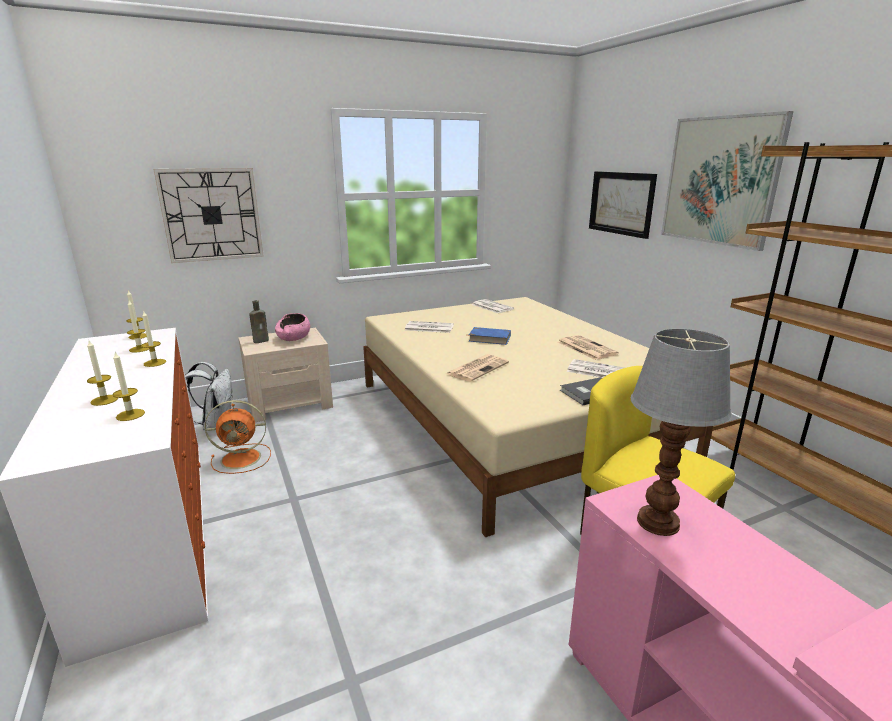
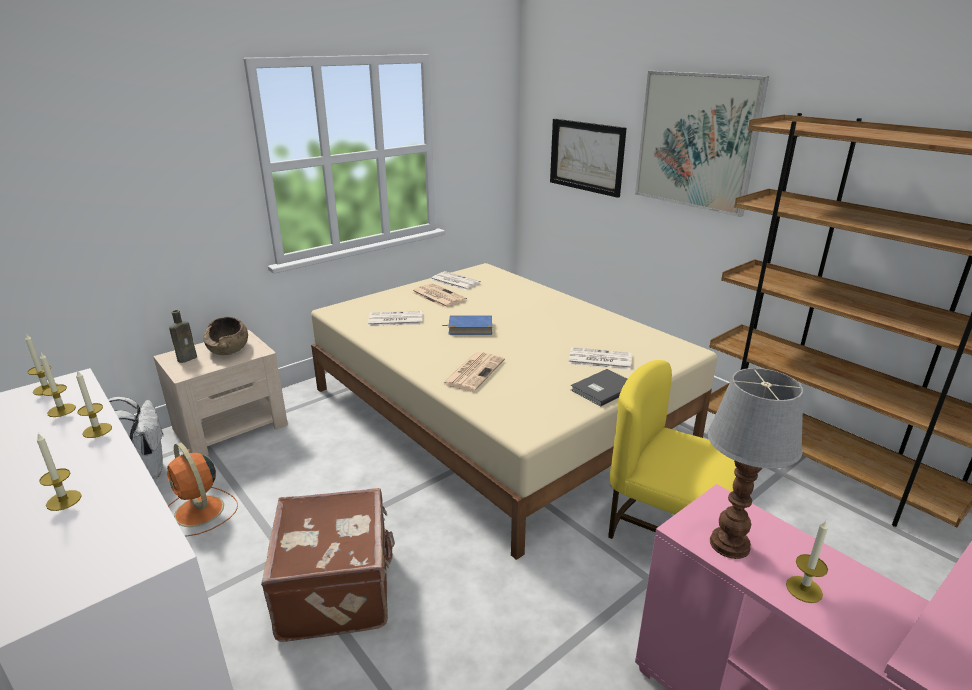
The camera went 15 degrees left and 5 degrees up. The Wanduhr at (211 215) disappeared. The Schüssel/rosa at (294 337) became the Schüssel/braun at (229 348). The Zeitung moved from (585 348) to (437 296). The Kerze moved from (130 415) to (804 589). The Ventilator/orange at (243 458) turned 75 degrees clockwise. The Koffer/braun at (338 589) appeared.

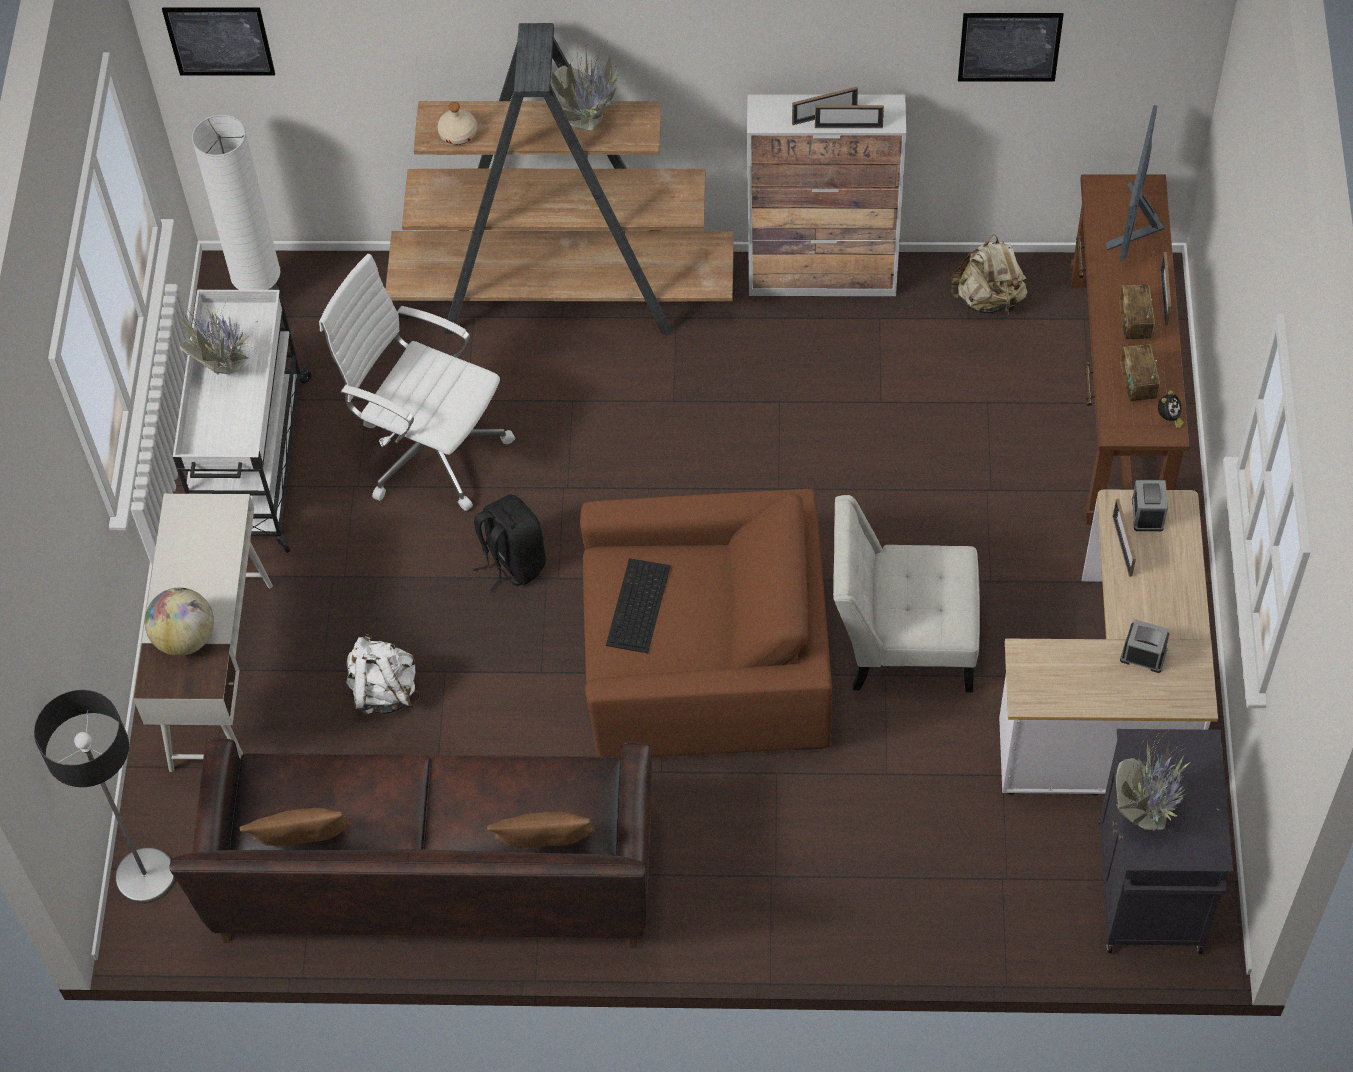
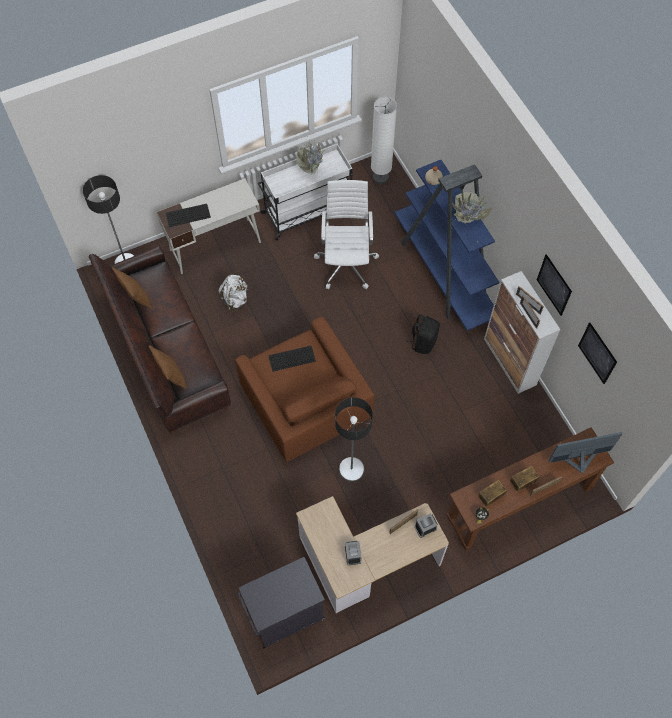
The camera went 60 degrees right and 5 degrees up. The Bild moved from (219 41) to (554 285). The Bücherregal/braun at (564 293) became the Bücherregal/blau at (444 274). The Rucksack/beige at (988 299) disappeared. The Rucksack/schwarz moved from (512 562) to (423 342). The Stuhl/weiß at (902 640) was replaced by the Stehlampe at (351 469). The Globus at (185 638) was replaced by the Tastatur at (188 215). The Topfpflanze at (1148 811) disappeared.

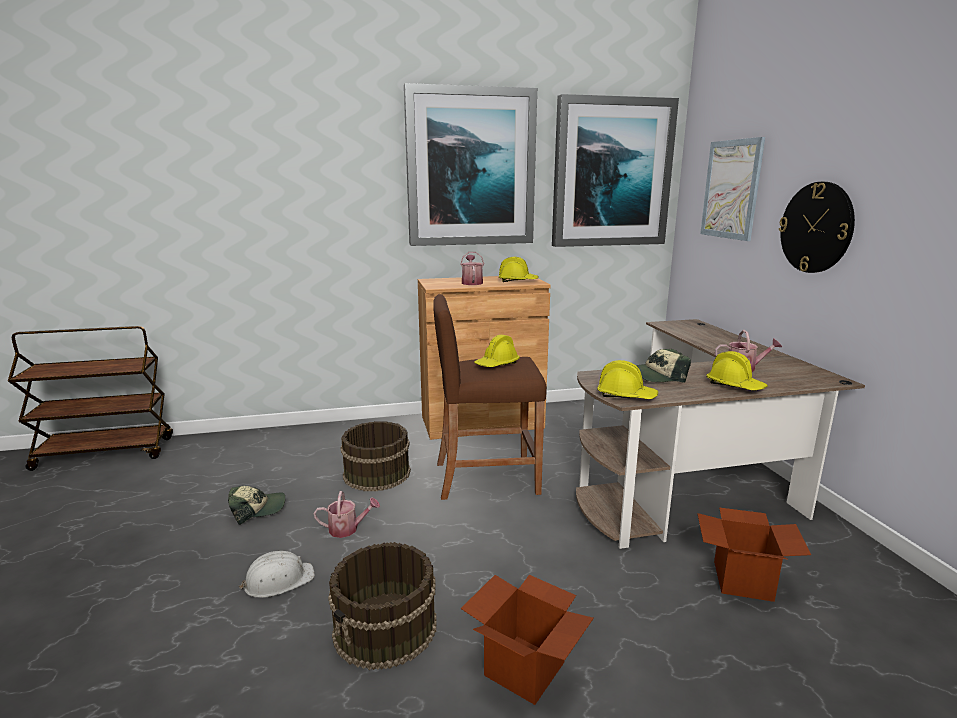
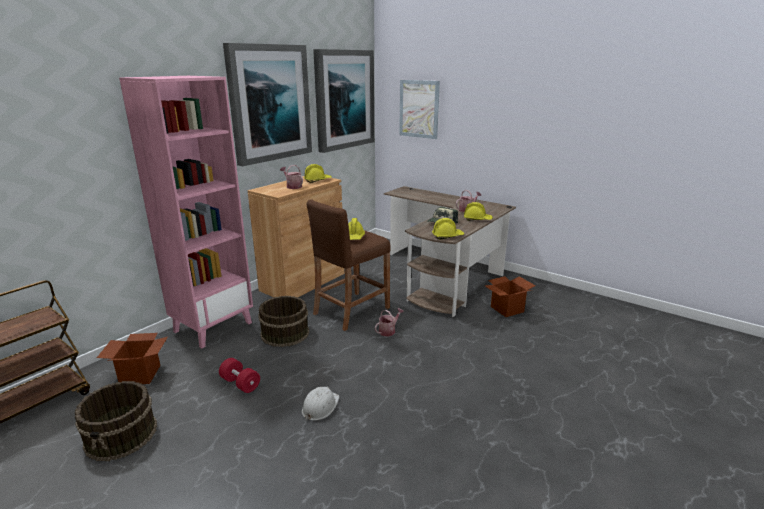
The camera went 40 degrees left and 5 degrees up. The Wanduhr at (816 227) disappeared. The Kappe at (257 509) was replaced by the Hantel/rot at (240 383). The Gießkanne moved from (348 529) to (388 330). The Eimer/braun moved from (386 628) to (122 435). The Karton moved from (524 669) to (140 375). The Bücherregal/rosa at (213 327) appeared.

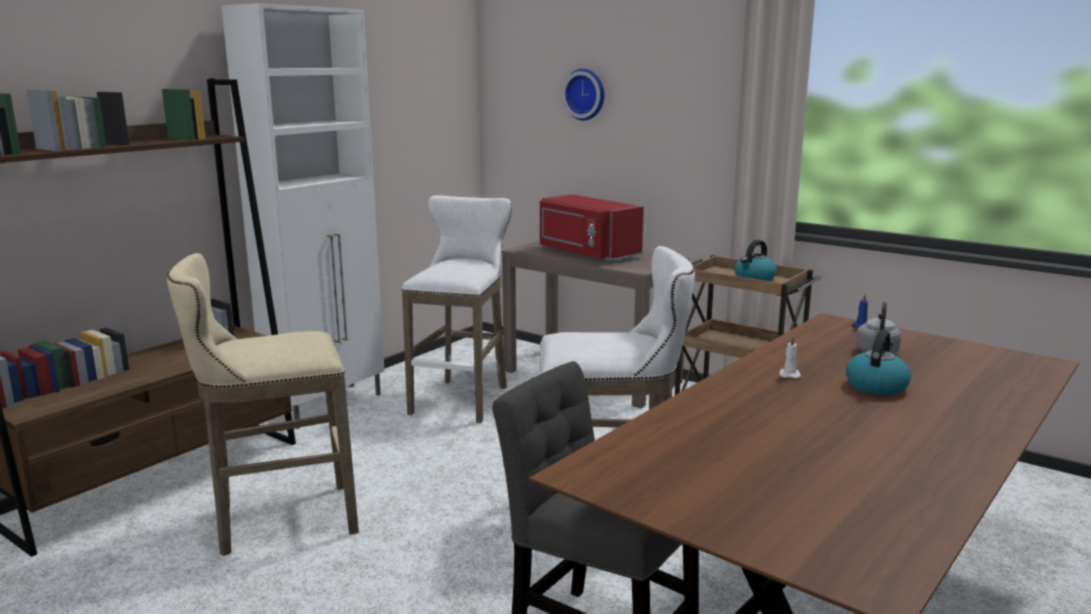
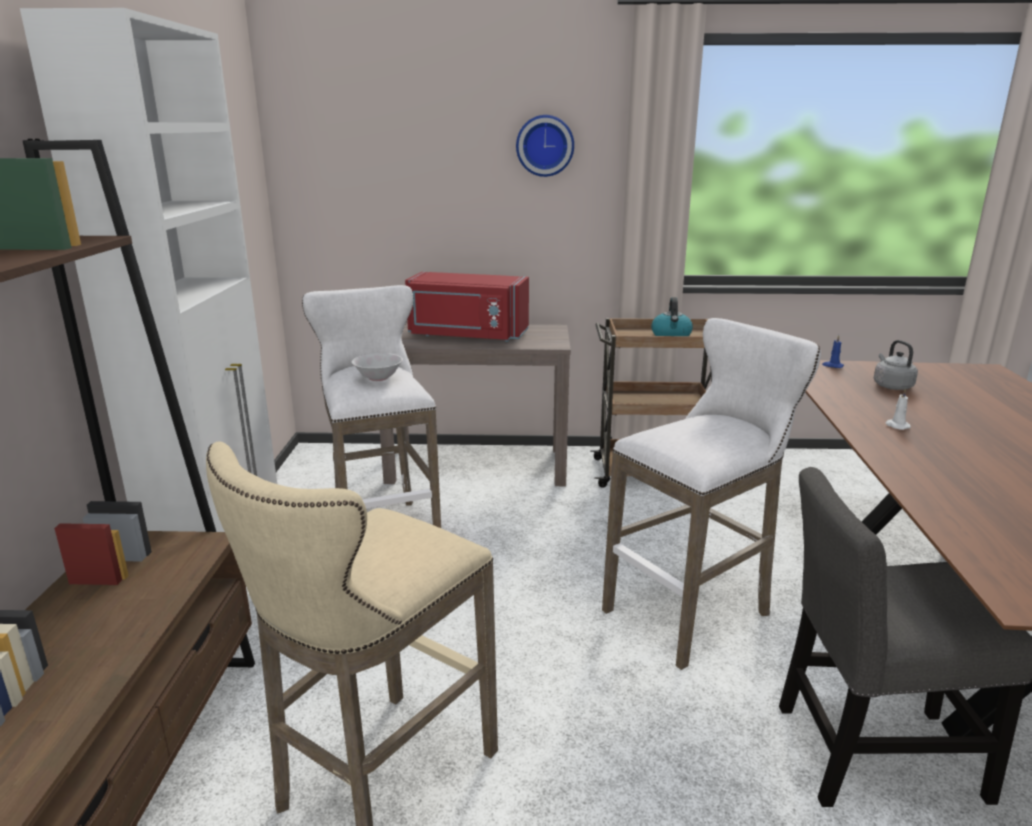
The camera went 35 degrees left and 5 degrees up. The Wanduhr moved from (585 94) to (545 146). The Wasserkessel at (876 386) disappeared. The Schüssel/weiß at (378 378) appeared.

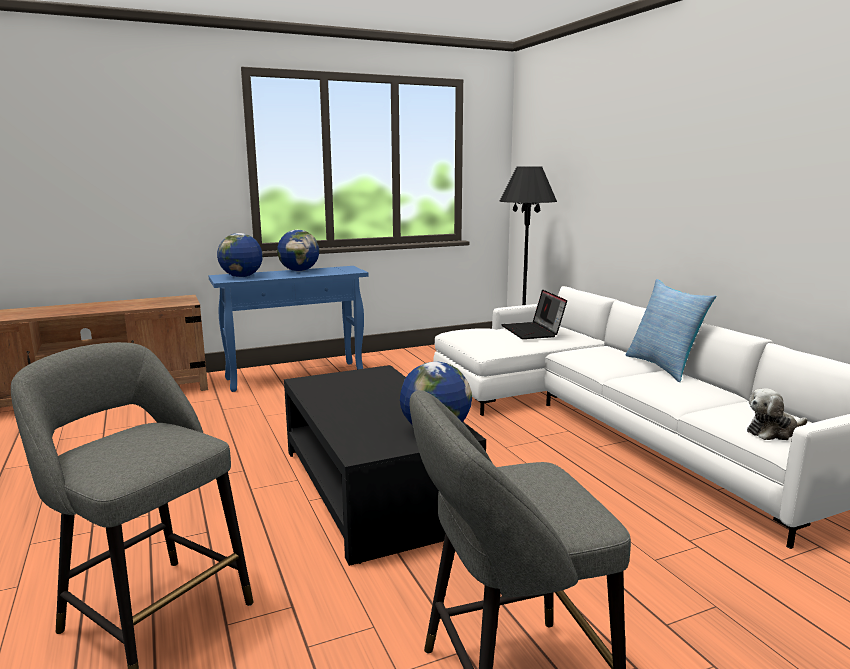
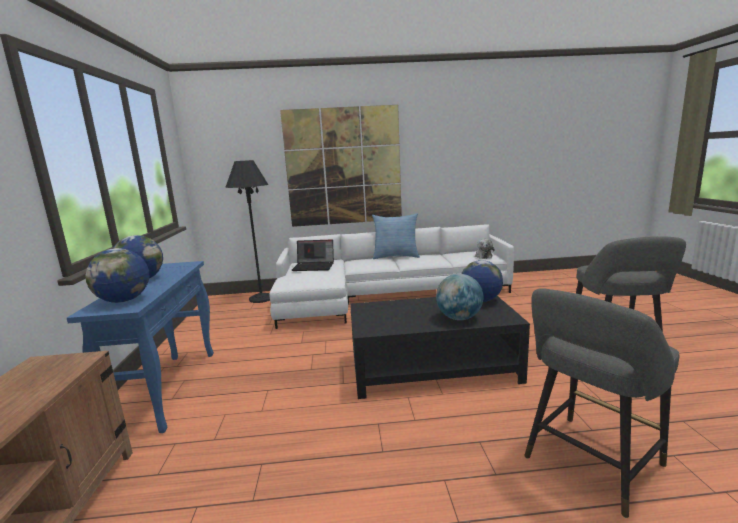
The camera went 70 degrees left and 0 degrees up. The Bild at (343 167) appeared. The Globus at (459 318) appeared.

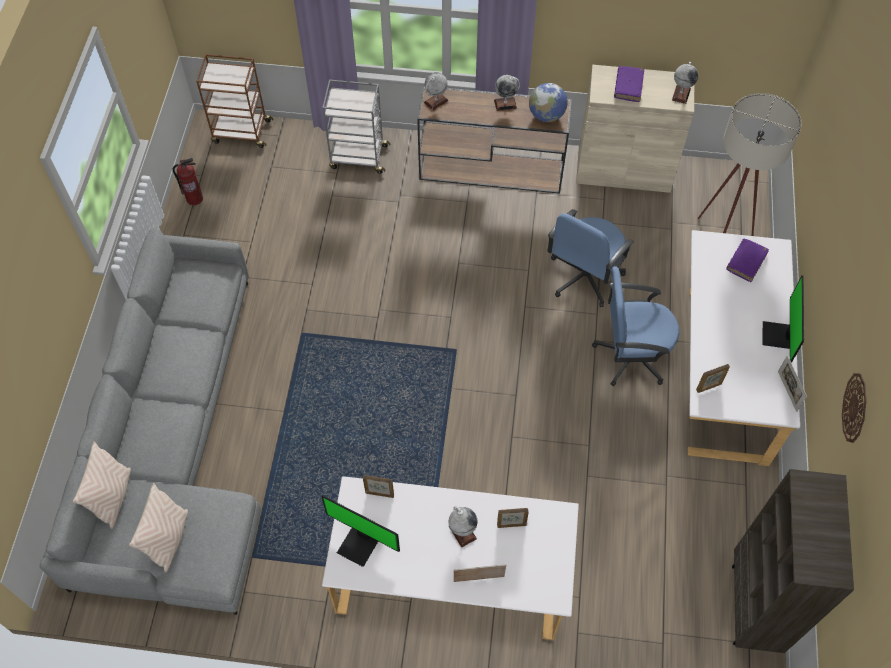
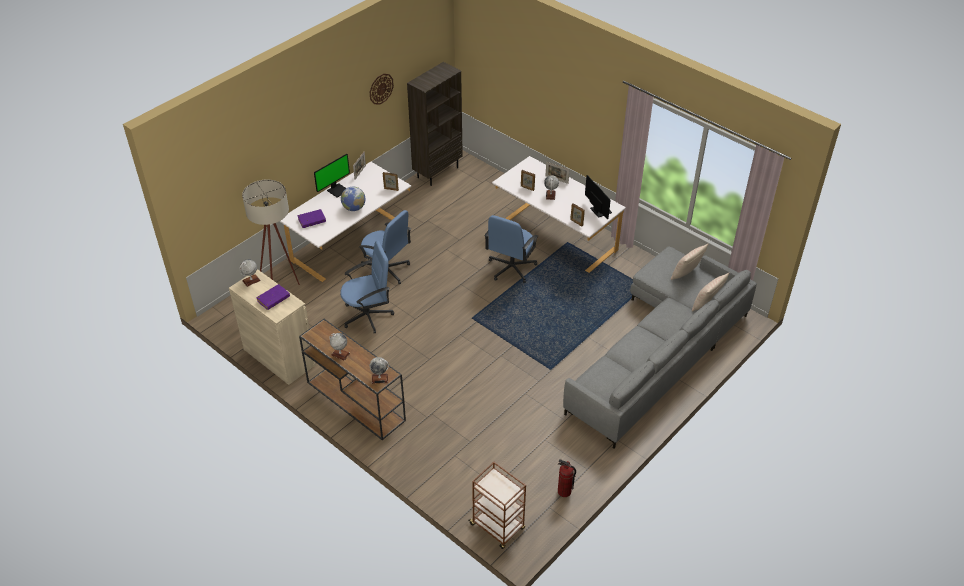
The camera went 145 degrees left and 15 degrees down. The Rollwagen/grau at (358 157) disappeared. The Globus moved from (546 115) to (354 208). The Bürostuhl/blau at (511 268) appeared.

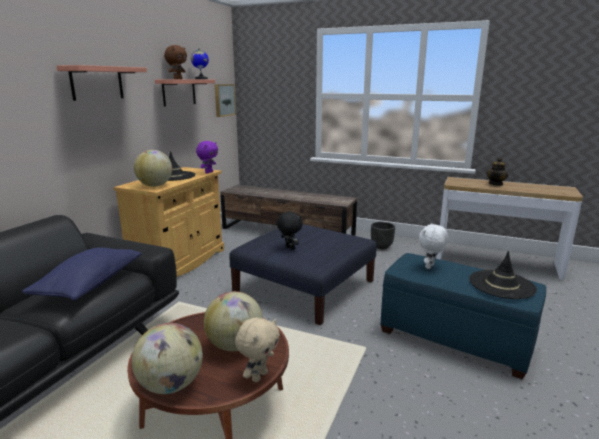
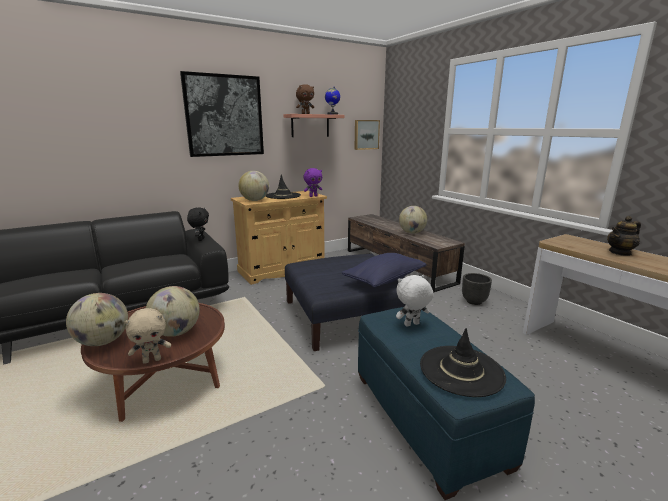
The camera went 35 degrees right and 0 degrees up. The Wandregal at (97 83) was replaced by the Bild at (224 116). The Plüschtier/schwarz moved from (289 248) to (200 239). The Kissen/blau moved from (90 285) to (384 280). The Globus at (412 233) appeared.

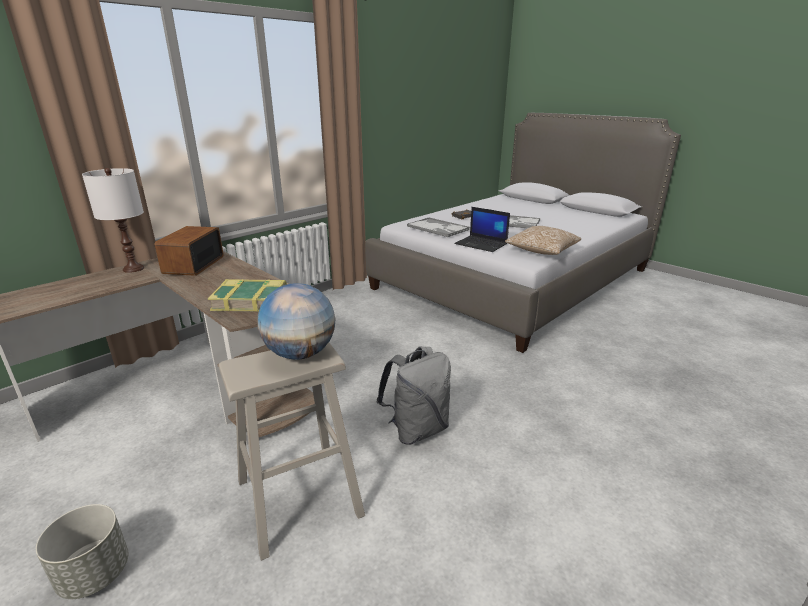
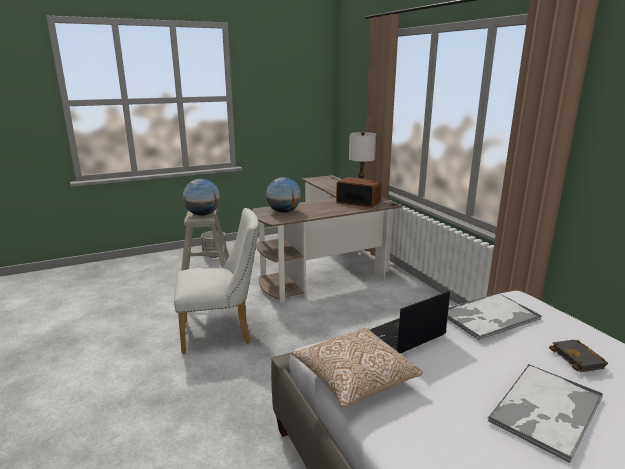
The camera went 110 degrees right and 5 degrees down. The Buch at (251 301) was replaced by the Globus at (283 212). The Rucksack/grau at (417 429) was replaced by the Stuhl/weiß at (222 332).

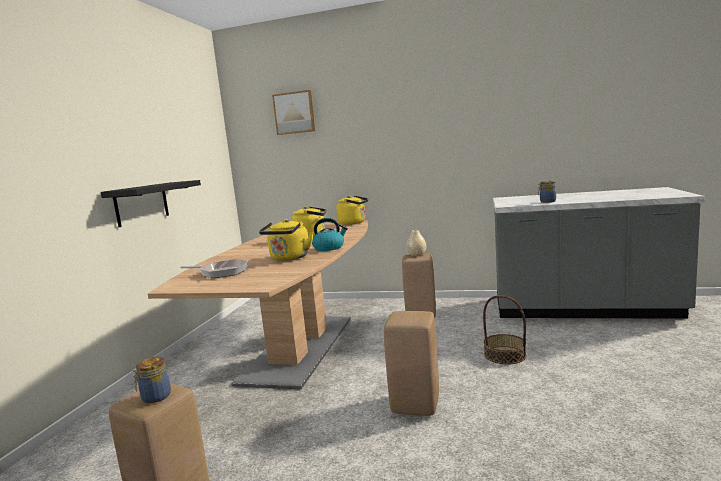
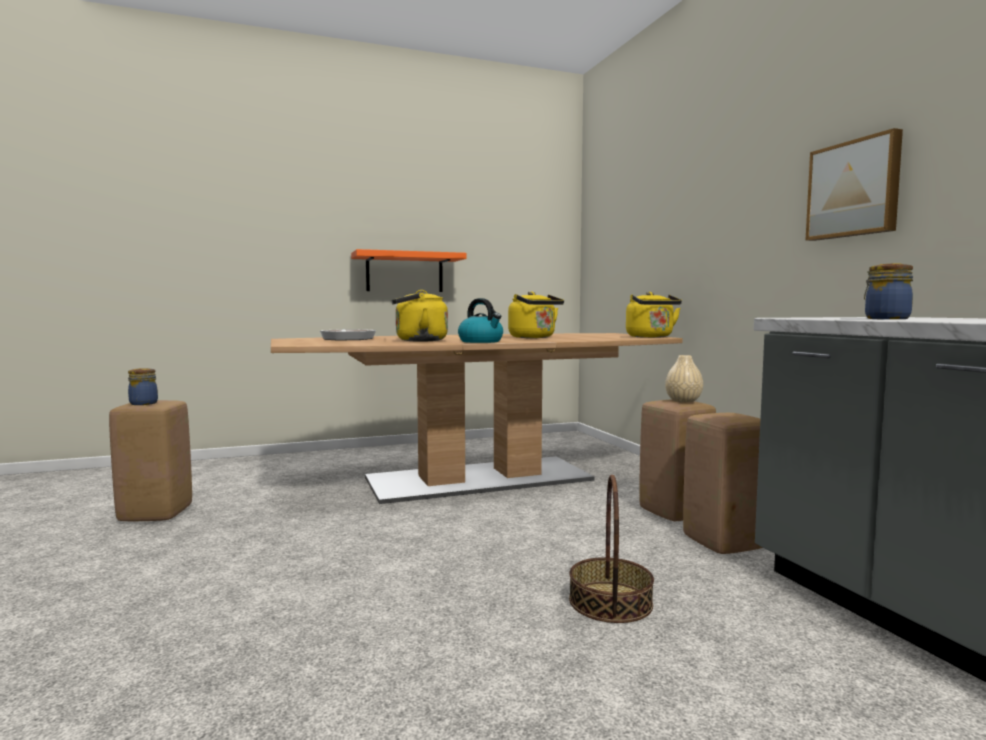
The camera went 55 degrees right and 5 degrees down. The Bild moved from (294 113) to (854 189). The Wandregal/schwarz at (142 203) became the Wandregal/orange at (404 273). The Hocker/beige moved from (416 405) to (724 543).

